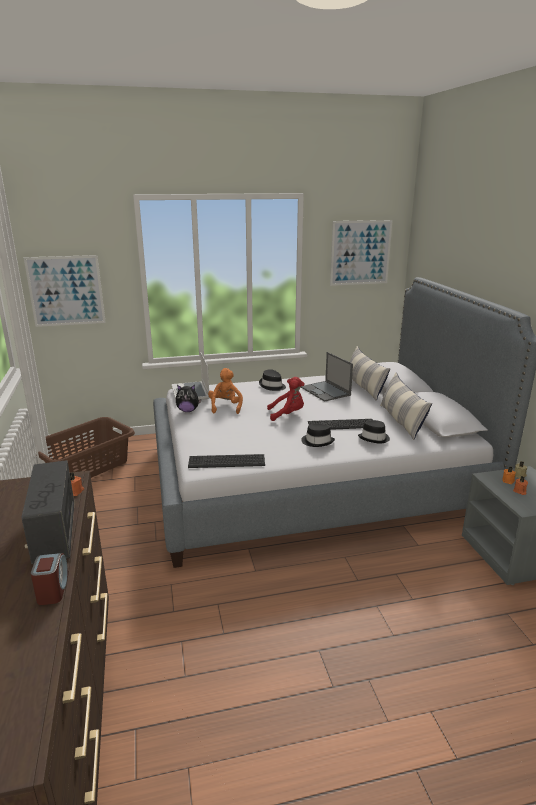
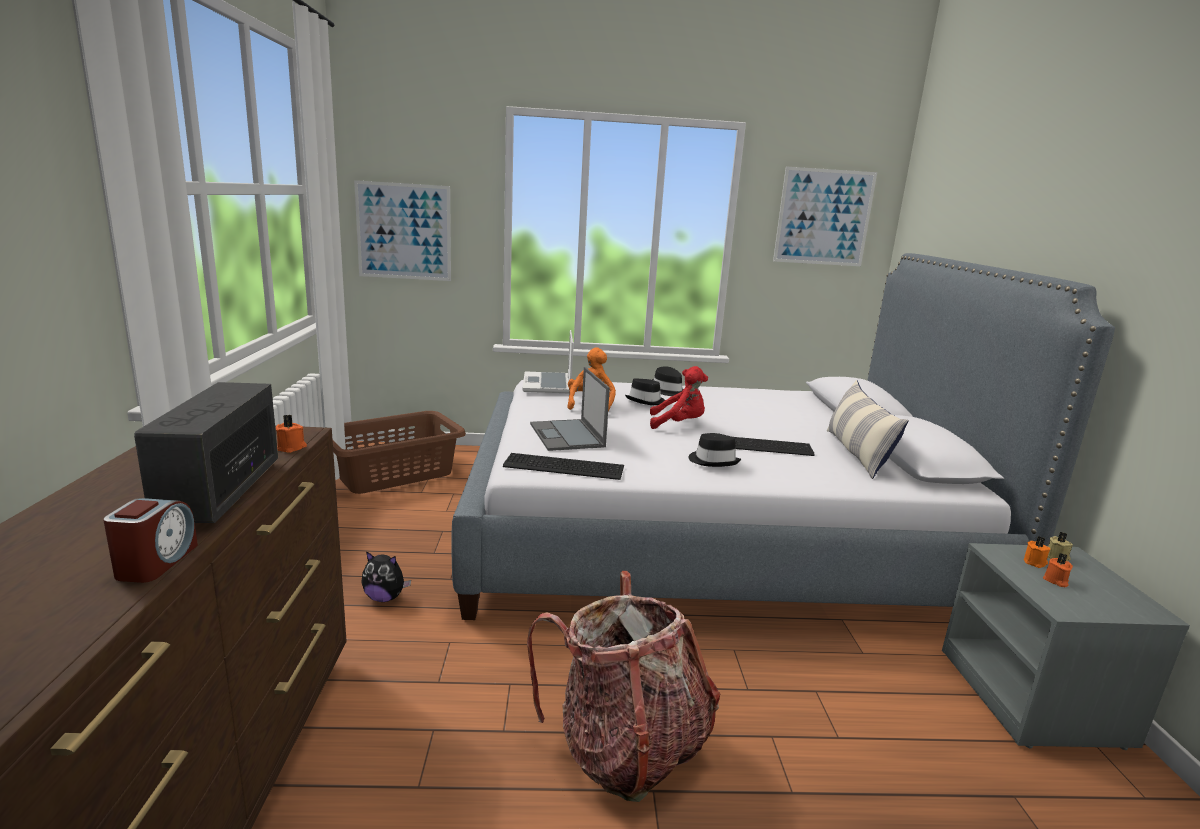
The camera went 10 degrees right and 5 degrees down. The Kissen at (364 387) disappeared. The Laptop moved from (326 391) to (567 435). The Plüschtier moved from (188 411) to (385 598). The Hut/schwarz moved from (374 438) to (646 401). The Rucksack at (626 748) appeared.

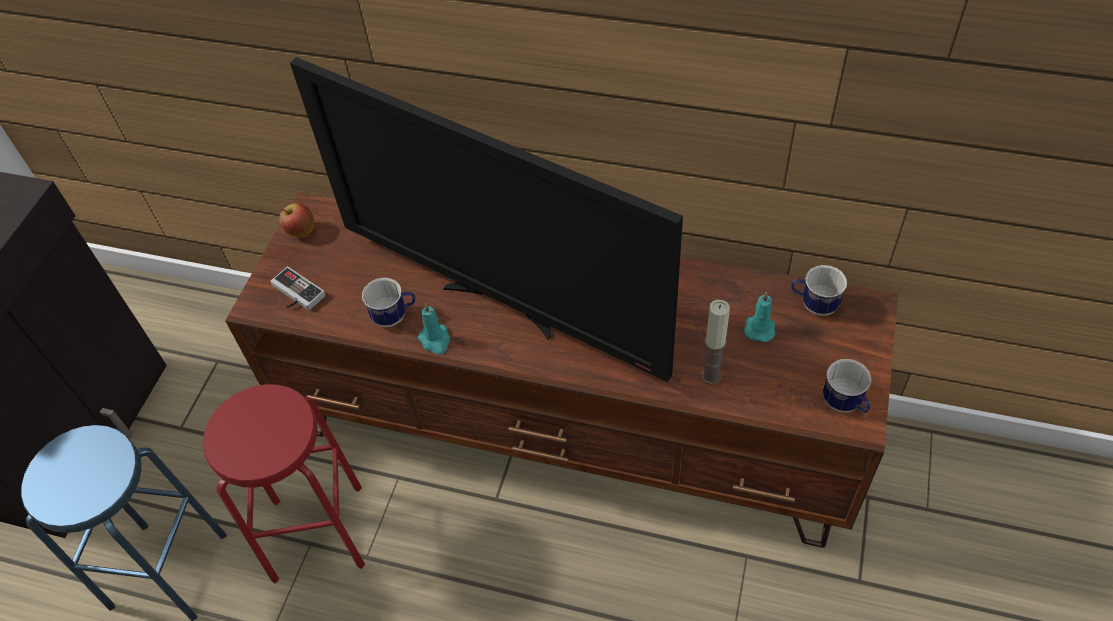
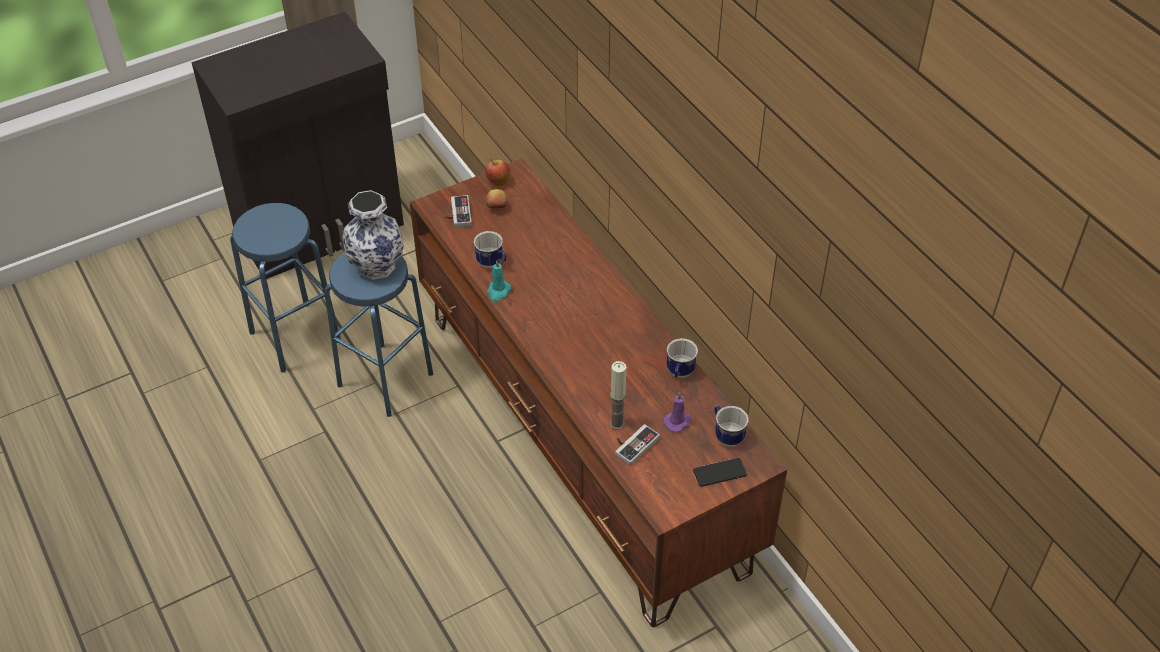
The camera went 40 degrees right and 5 degrees down. The Fernseher at (504 304) disappeared. The Kerze/türkis at (759 327) became the Kerze/lila at (678 422). The Henkelbecher moved from (845 405) to (679 374). The Hocker/rot at (317 532) became the Hocker/blau at (385 379). The Apfel at (497 208) appeared. The Vase at (377 265) appeared. The Gamepad at (633 444) appeared. The Handy at (719 472) appeared.

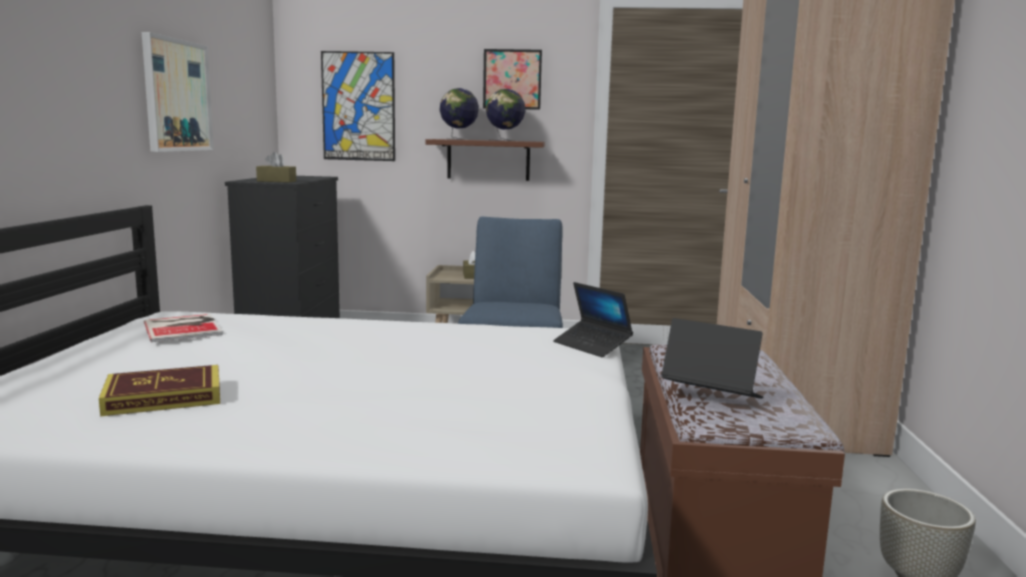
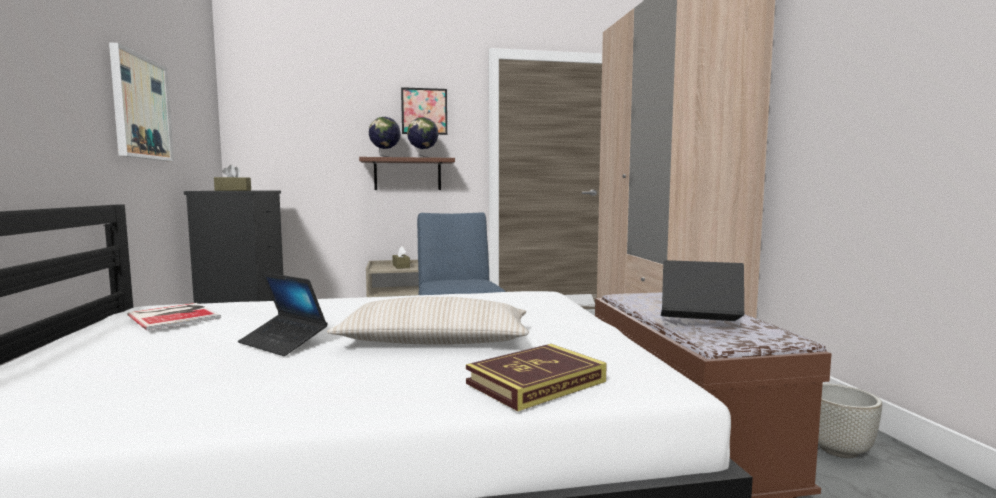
The camera went 15 degrees left and 5 degrees down. The Bild at (358 106) disappeared. The Laptop moved from (592 346) to (283 343). The Buch moved from (164 397) to (536 382). The Kissen/beige at (434 342) appeared.

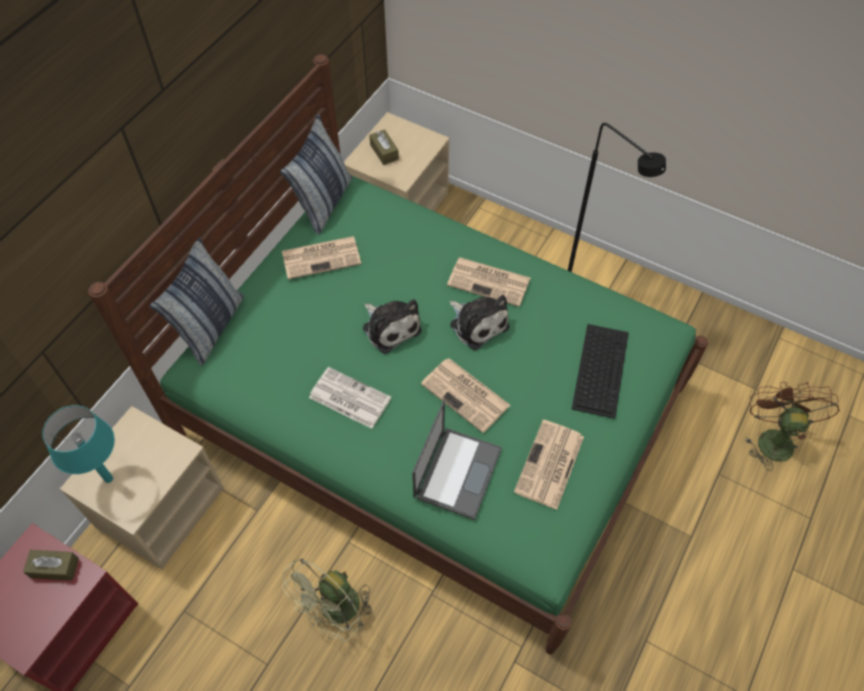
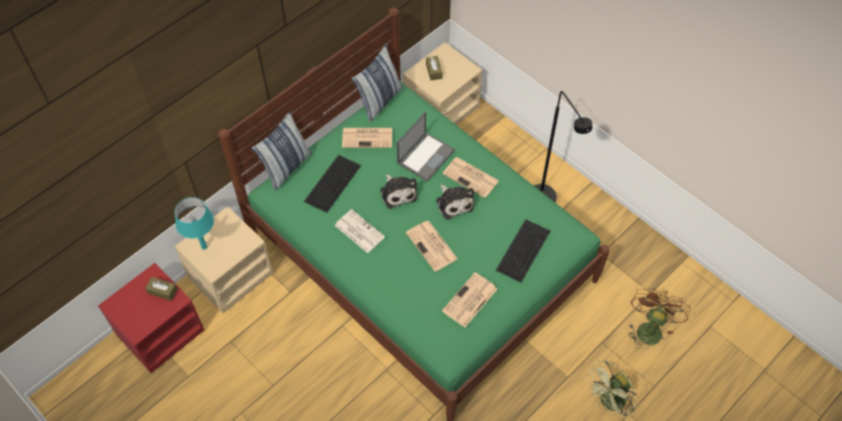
The camera went 15 degrees right and 0 degrees up. The Laptop moved from (458 471) to (426 156). The Ventilator/grün moved from (335 612) to (609 403). The Tastatur at (333 182) appeared.

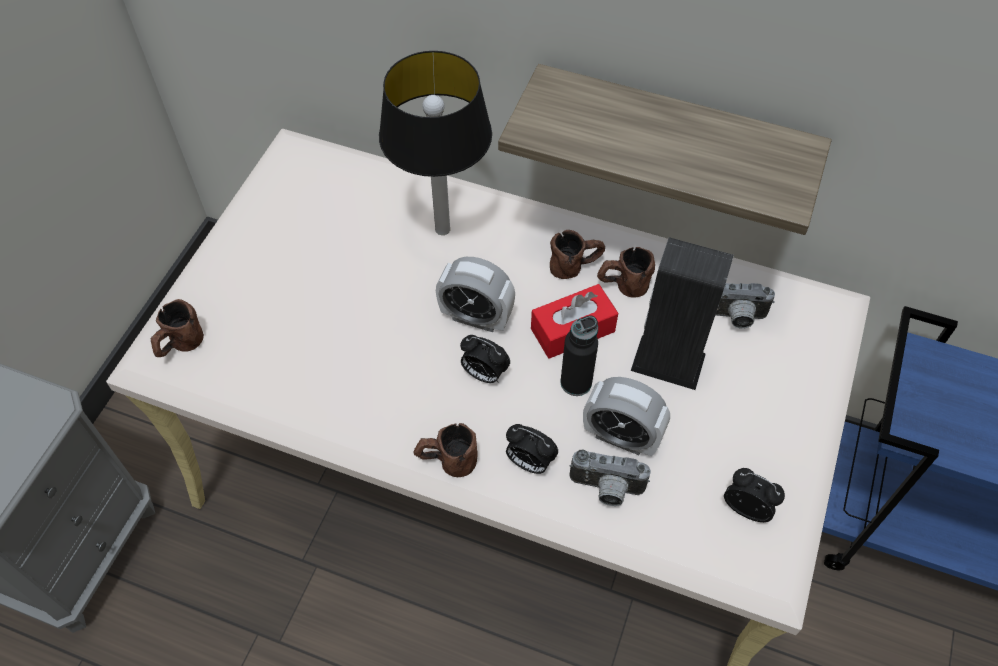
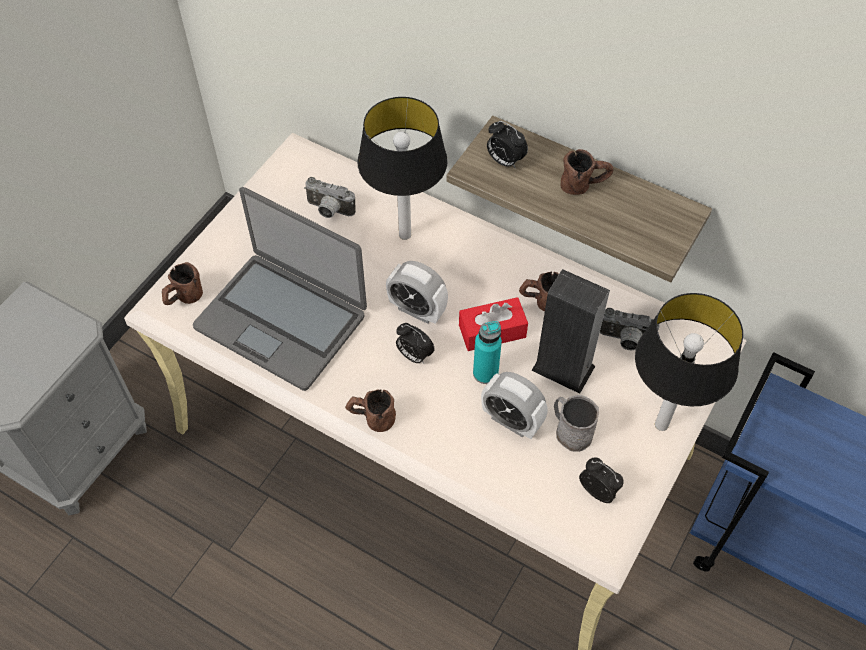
The camera went 10 degrees right and 0 degrees up. The Henkelbecher/braun moved from (576 266) to (584 185). The Flasche/schwarz at (576 382) became the Flasche/türkis at (485 373). The Wecker moved from (529 462) to (504 161). The Kamera moved from (606 490) to (328 210). The Laptop at (282 320) appeared. The Tischlampe at (660 425) appeared. The Henkelbecher/grau at (570 431) appeared.

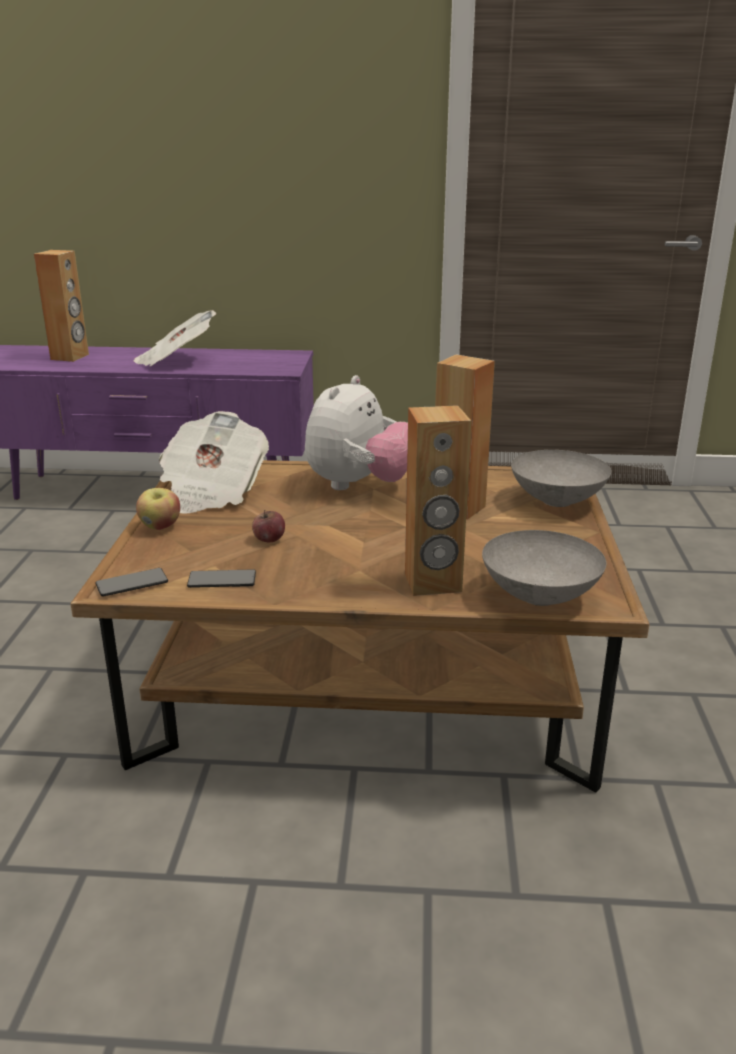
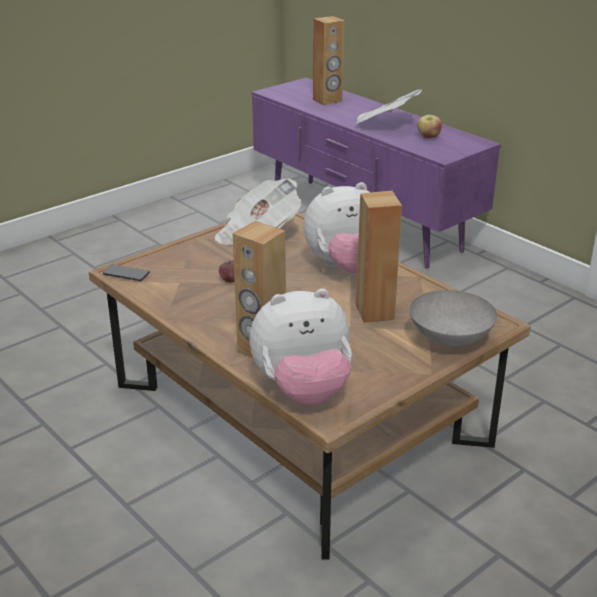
The camera went 45 degrees right and 5 degrees up. The Apfel moved from (160 526) to (428 137). The Schüssel/grau at (539 595) was replaced by the Plüschtier at (303 390). The Handy at (222 580) disappeared.

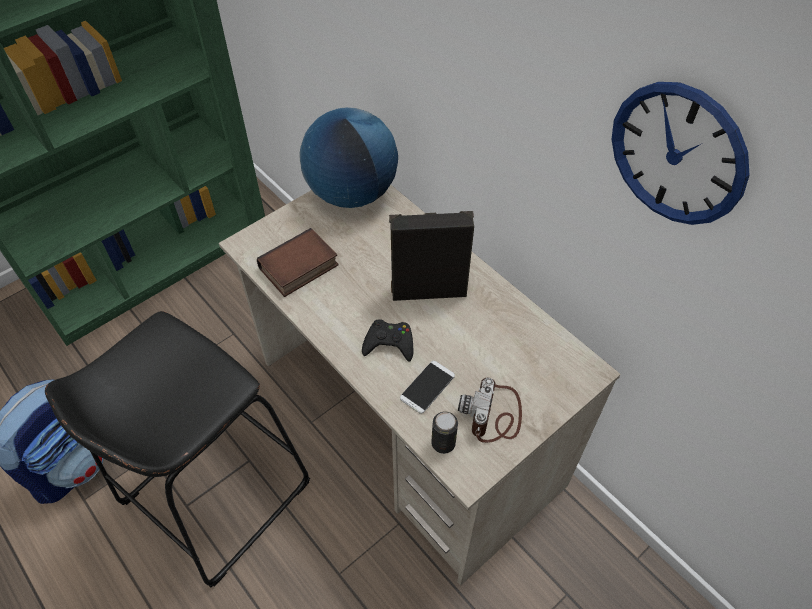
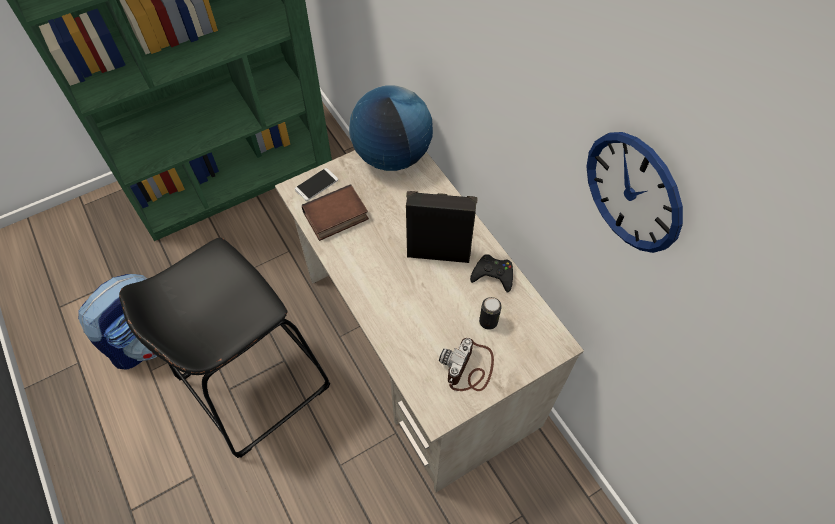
The camera went 10 degrees right and 5 degrees up. The Gamepad/schwarz moved from (389 343) to (493 275). The Handy moved from (427 387) to (316 184). The Dose moved from (443 443) to (488 321).

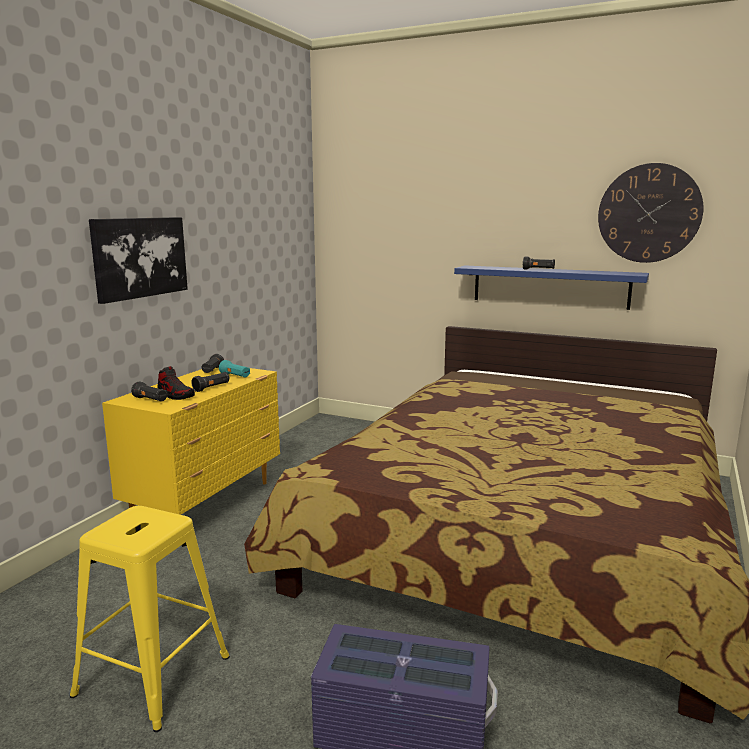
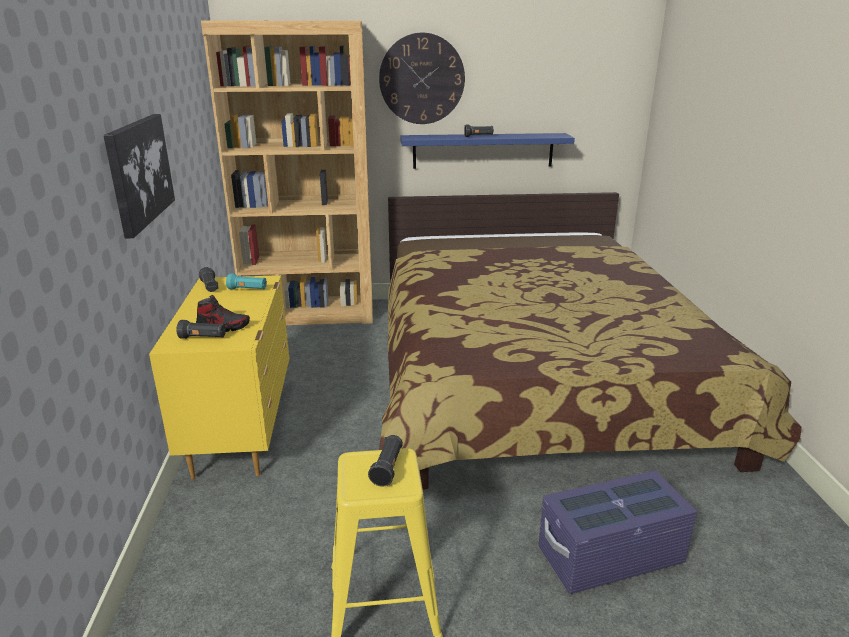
The camera went 30 degrees left and 10 degrees up. The Wanduhr moved from (649 213) to (422 79). The Taschenlampe/schwarz moved from (212 388) to (387 468). The Bücherregal/braun at (310 313) appeared.

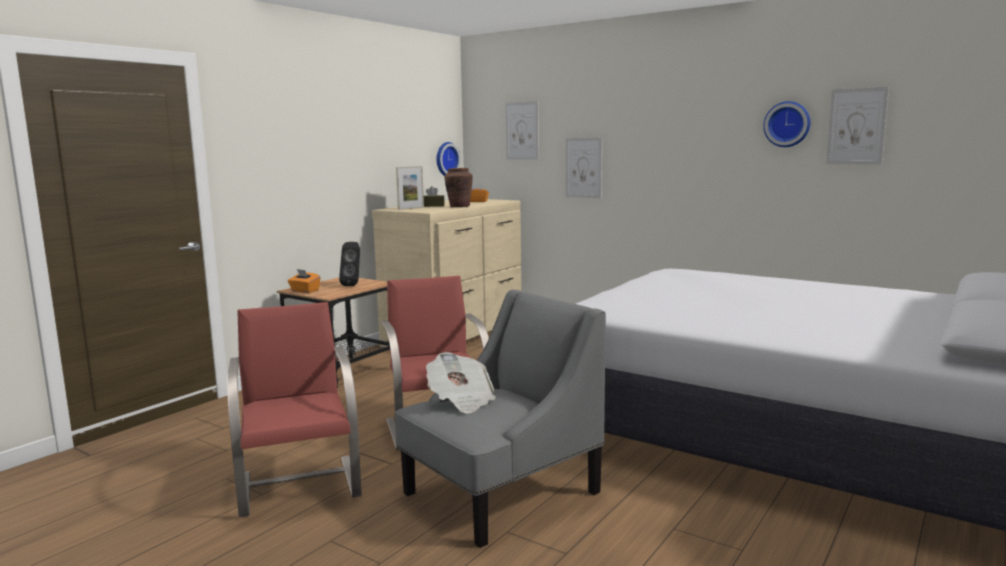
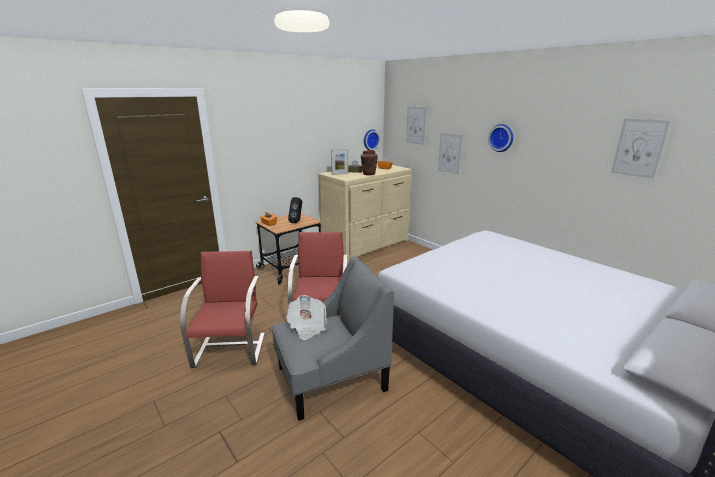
The camera went 15 degrees right and 10 degrees up. The Wanduhr moved from (787 124) to (501 137).

